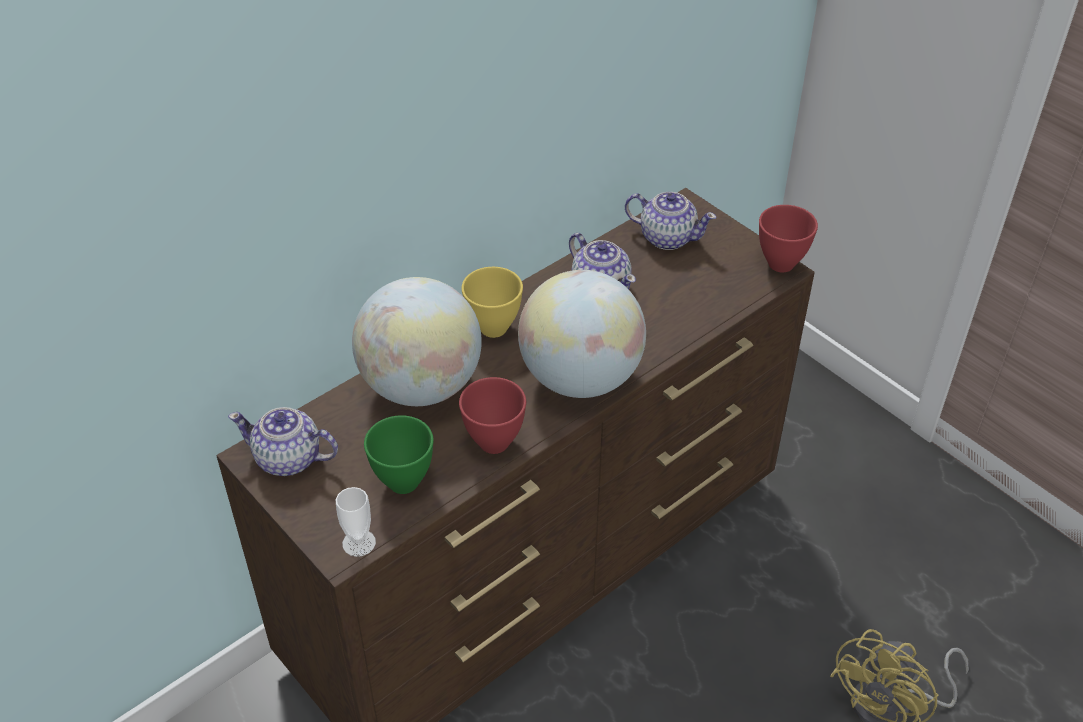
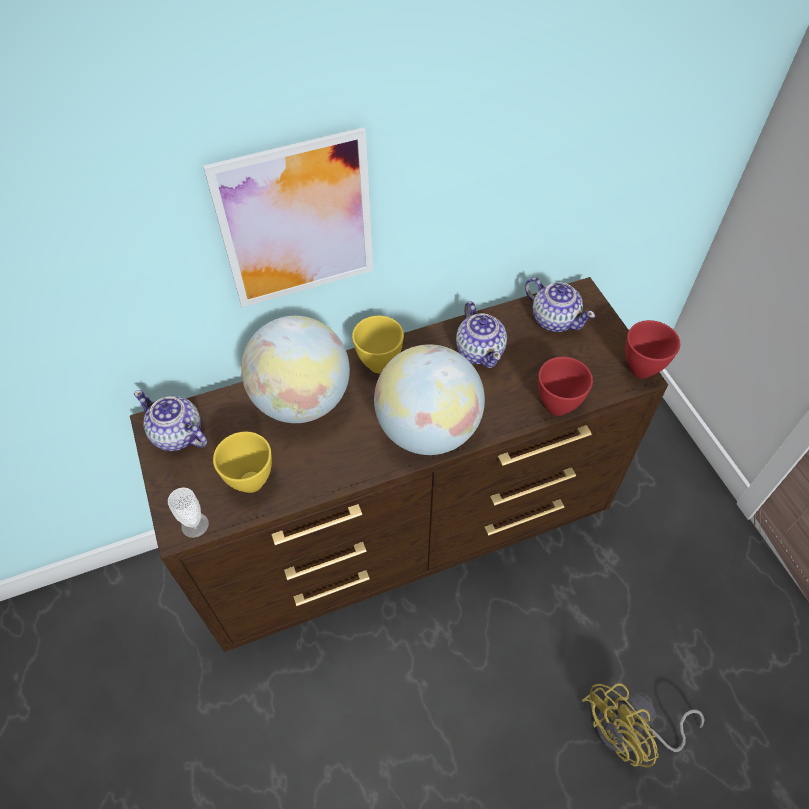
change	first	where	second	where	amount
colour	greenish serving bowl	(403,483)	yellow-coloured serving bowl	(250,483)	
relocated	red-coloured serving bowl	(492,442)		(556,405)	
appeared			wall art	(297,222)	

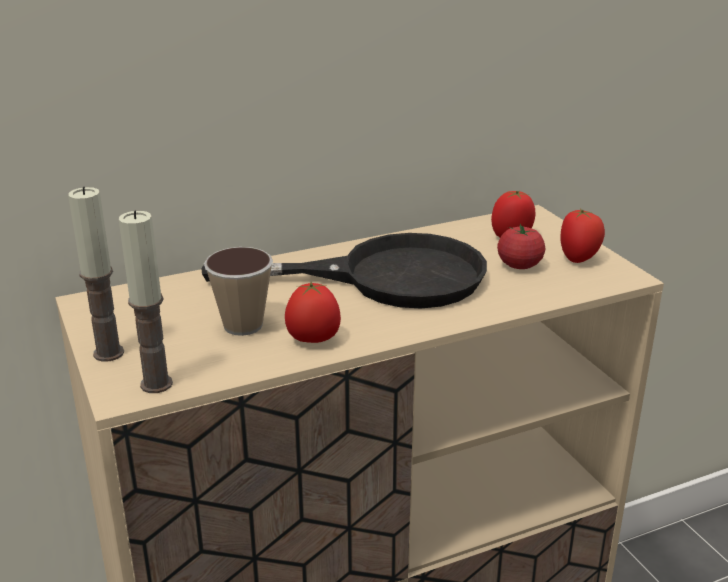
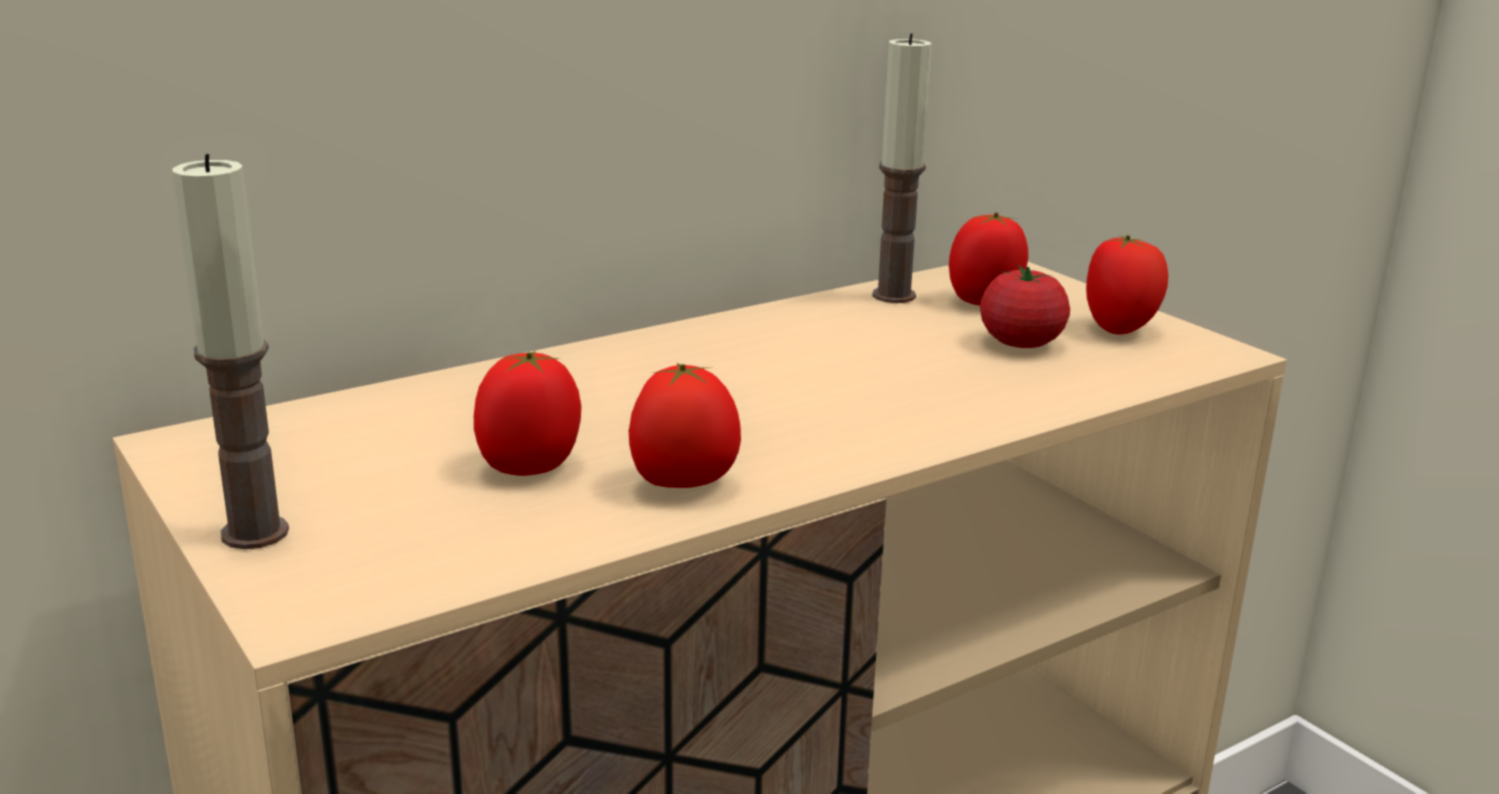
change	first	where	second	where	amount
relocated	wax light	(156,384)		(893,295)	
missing	black pan	(385,277)			
exchanged	small cup	(243,325)	tomato	(530,466)	

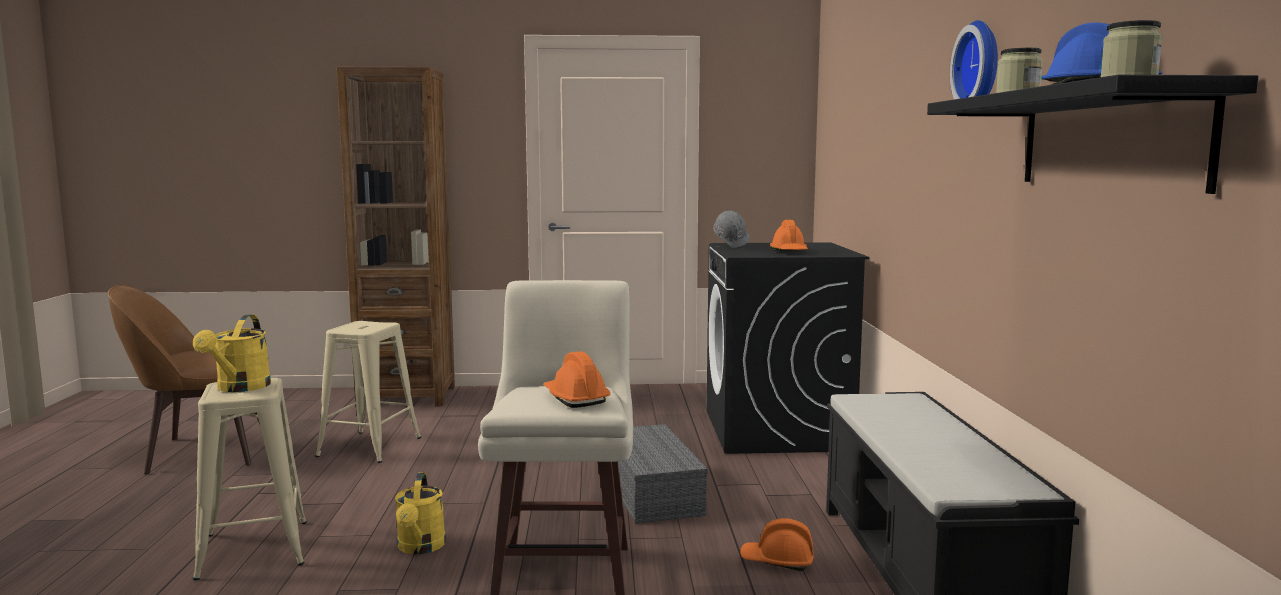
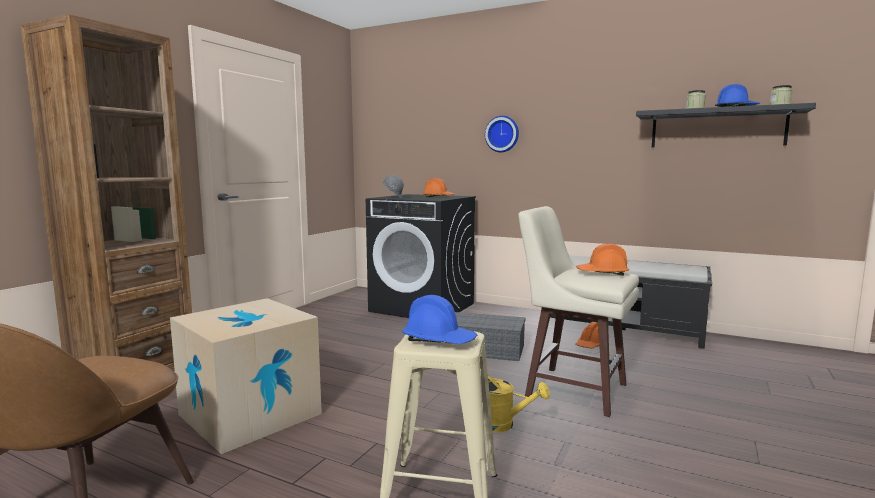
change	first	where	second	where	amount
exchanged	yellow-coloured sprinkling can	(239,388)	bluish safety helmet	(439,340)	
exchanged	sand-coloured sitting stool	(369,447)	carton	(250,414)	
relocated	clock on the wall	(981,66)		(502,134)	

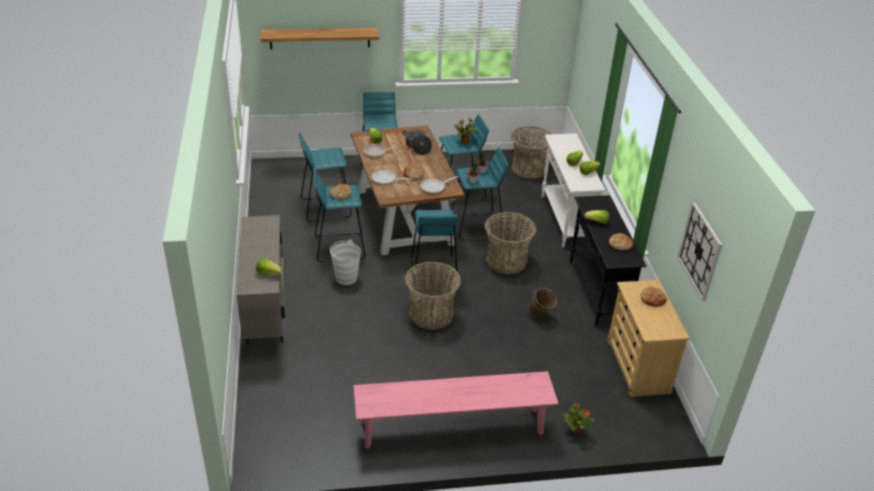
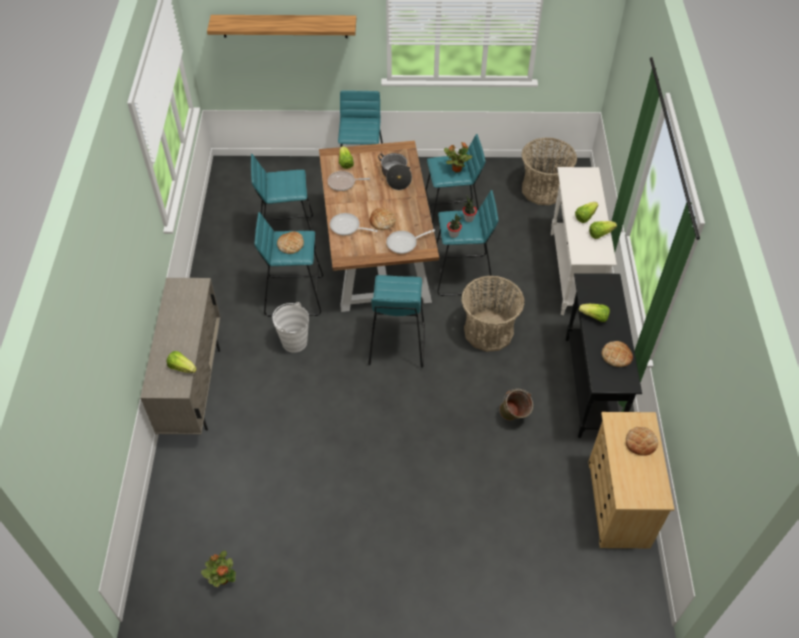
change	first	where	second	where	amount
missing	pink-coloured indoor bench	(452,428)			
missing	household basket	(431,314)			
relocated	potted plant	(575,430)		(223,578)	
missing	clock on the wall	(700,251)			

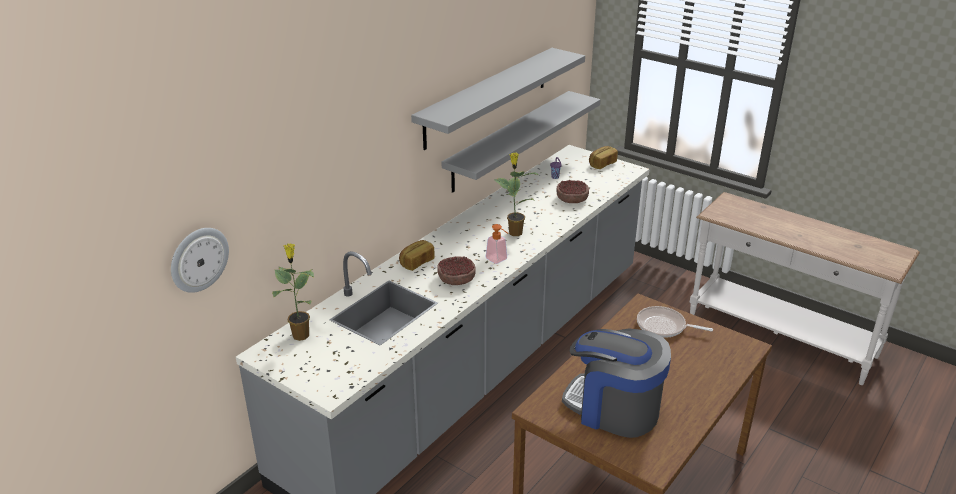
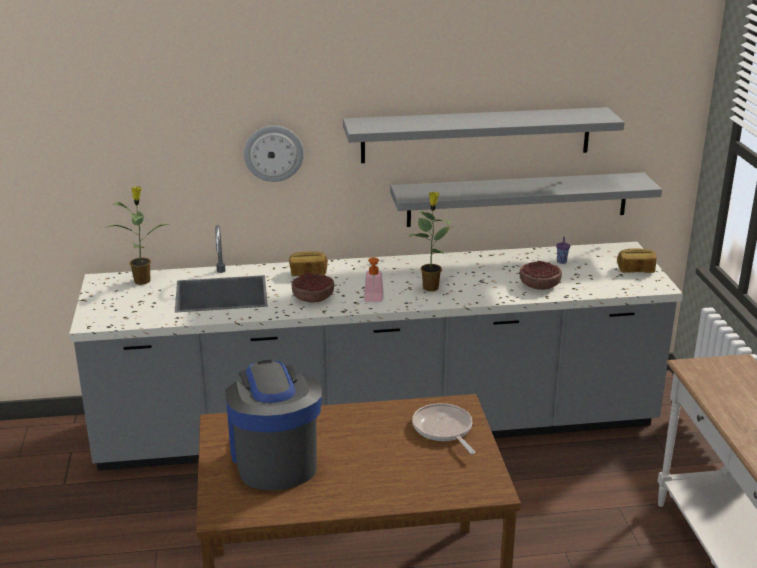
change	first	where	second	where	amount
relocated	clock on the wall	(198,259)		(273,153)	

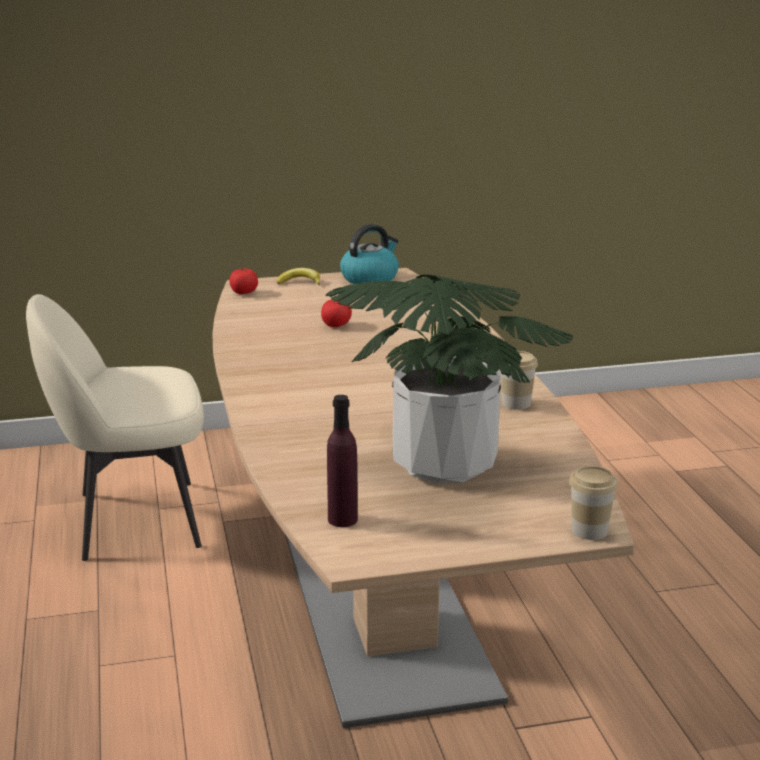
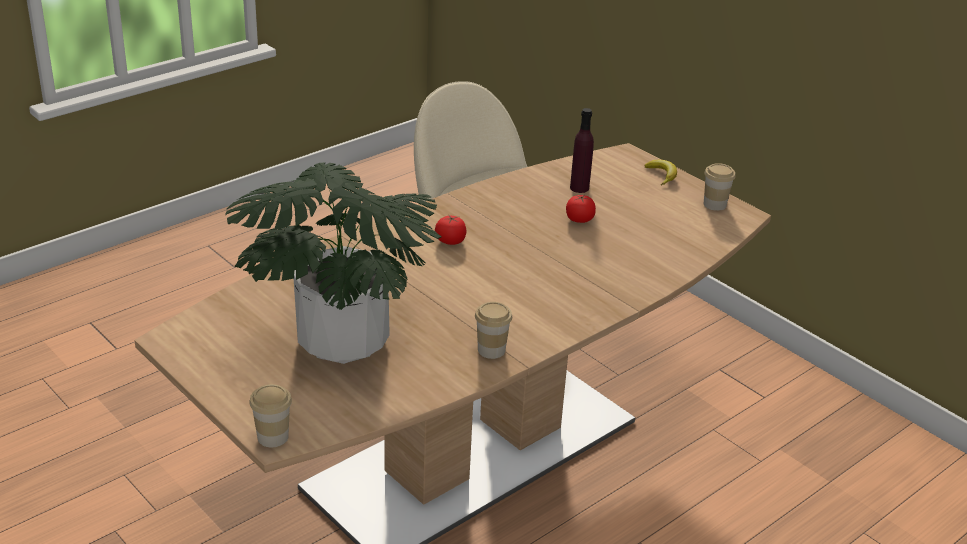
change	first	where	second	where	amount
relocated	tomato	(244,292)		(450,241)	
relocated	purple drink bottle	(342,519)		(579,188)	
exchanged	tea kettle	(370,278)	small cup	(714,204)	

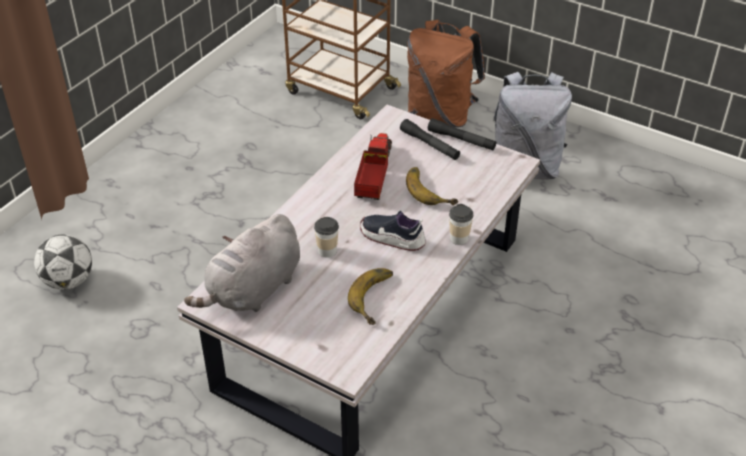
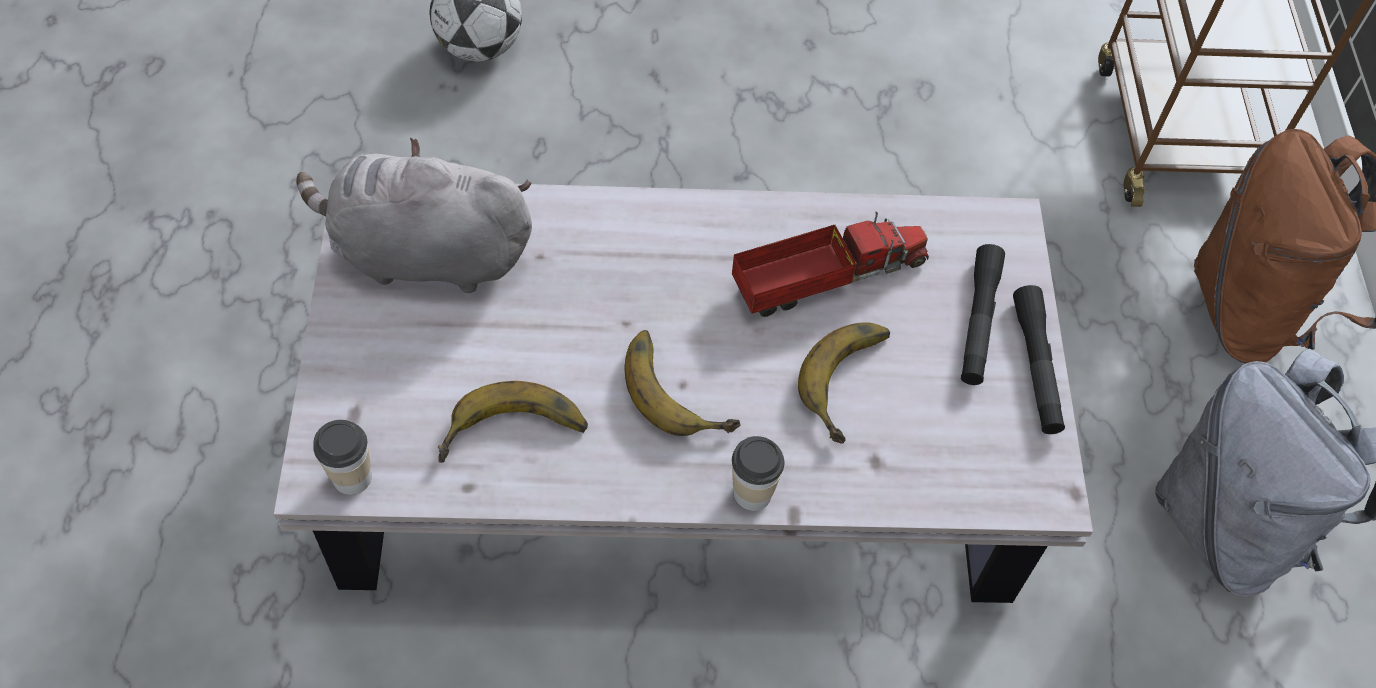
change	first	where	second	where	amount
relocated	small cup	(327,251)		(352,477)	
exchanged	low shoe	(392,238)	banana	(680,386)	

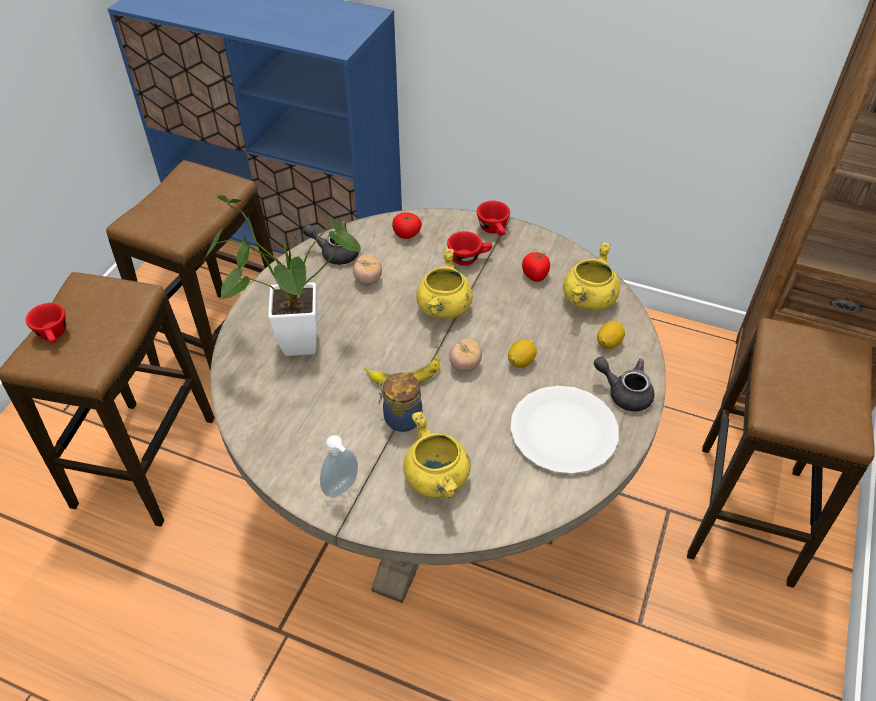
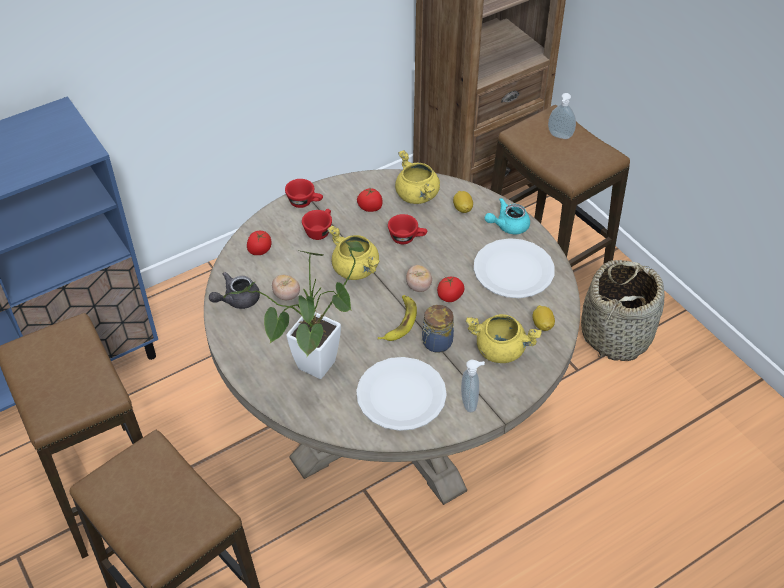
change	first	where	second	where	amount
relocated	red-coloured small cup	(54,335)		(407,238)	
relocated	lemon	(521,361)		(542,325)	
colour	gray pot for tea	(624,392)	turquoise pot for tea	(507,226)	
appeared			whitish plate	(401,395)	
appeared			tomato	(450,296)	
appeared			liquid soap bottle	(559,136)	
appeared			household basket	(616,334)	

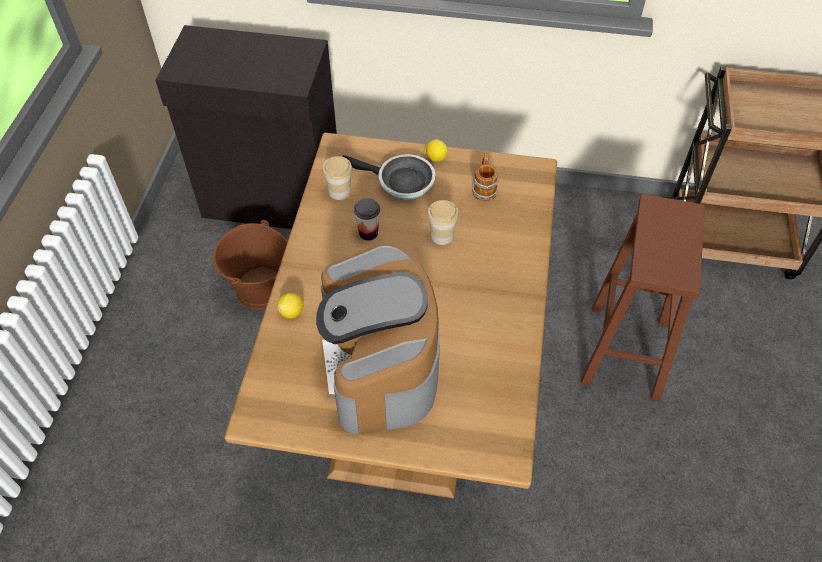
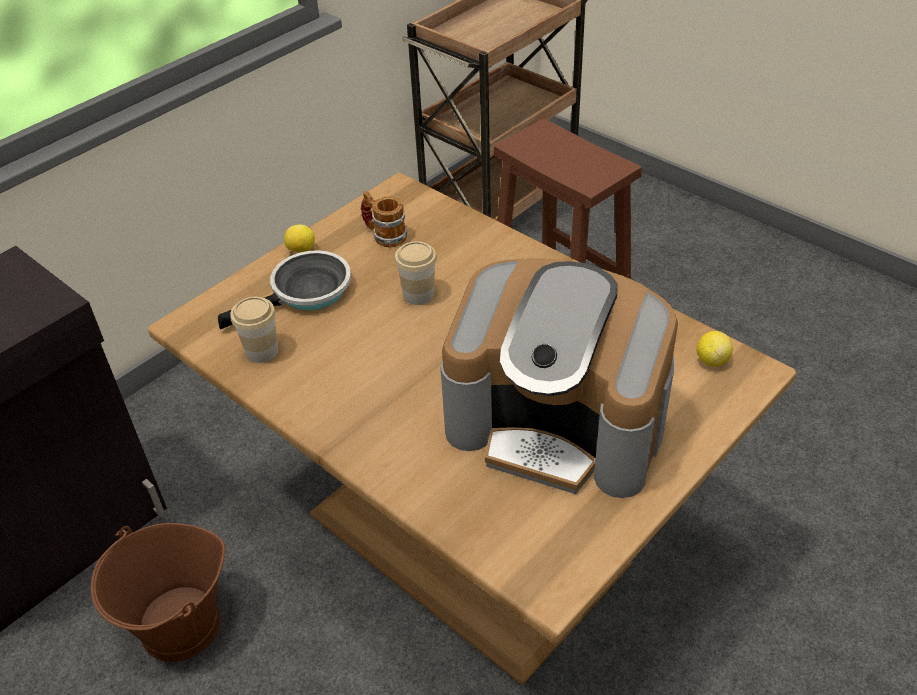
change	first	where	second	where	amount
relocated	lemon	(292,312)		(711,360)	
missing	small cup	(368,233)			

